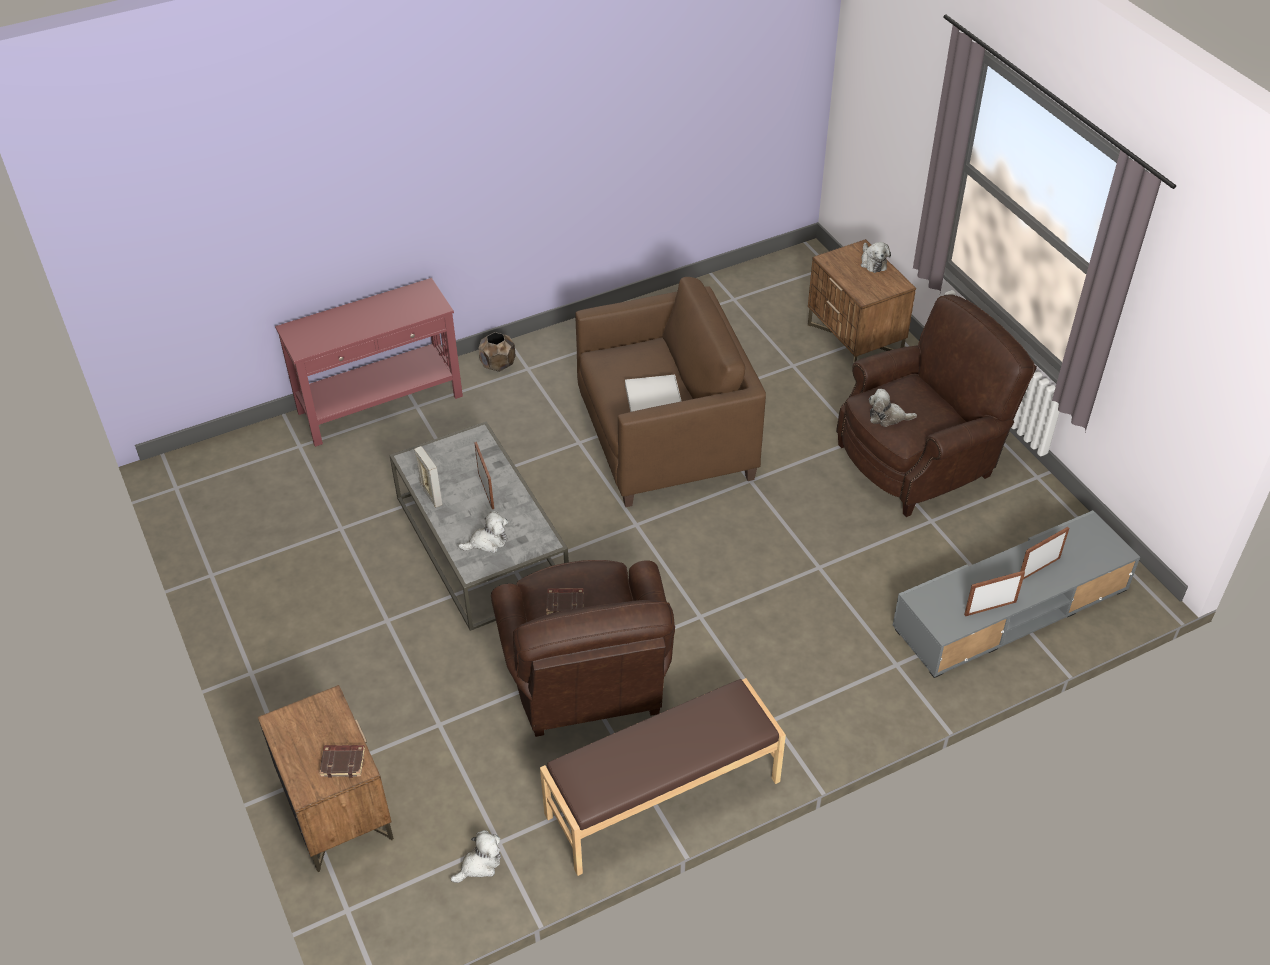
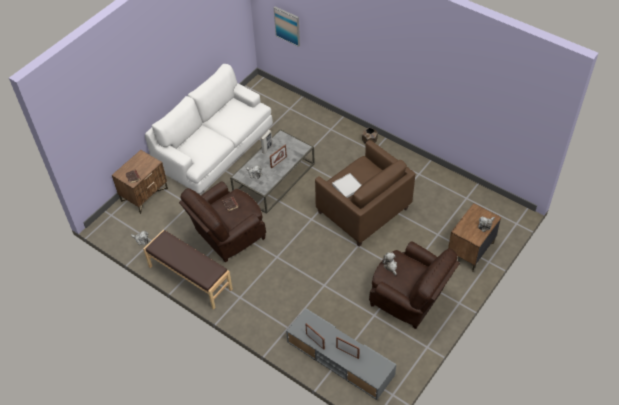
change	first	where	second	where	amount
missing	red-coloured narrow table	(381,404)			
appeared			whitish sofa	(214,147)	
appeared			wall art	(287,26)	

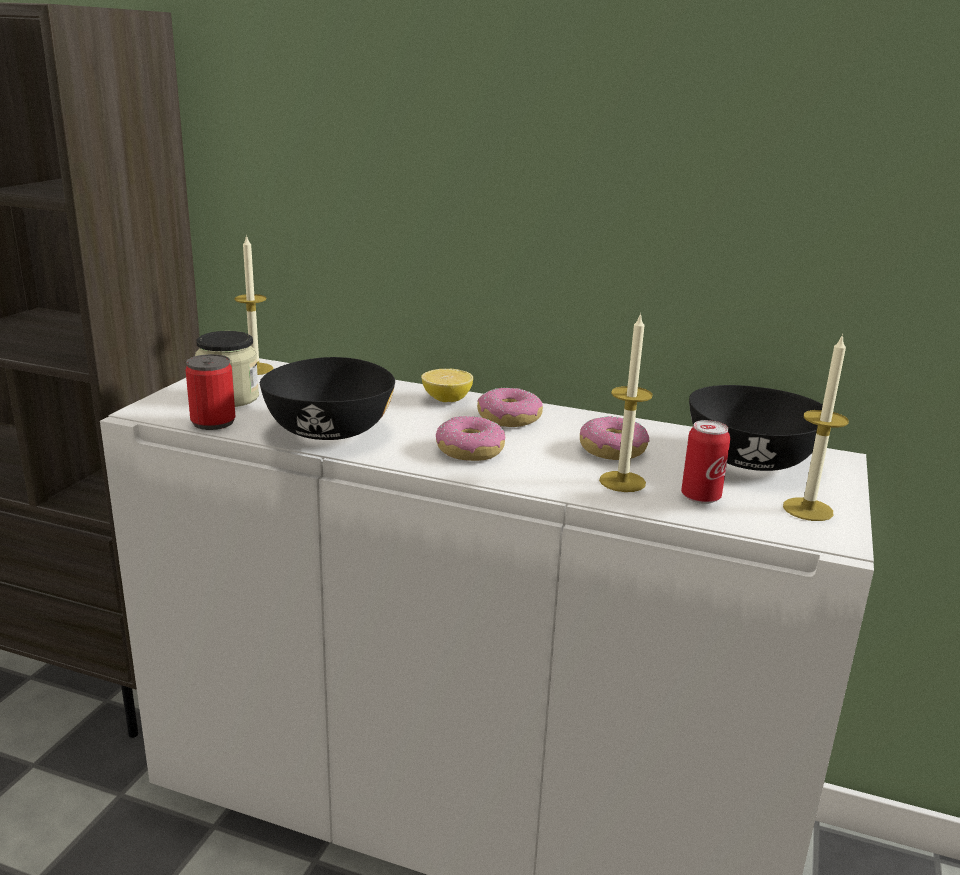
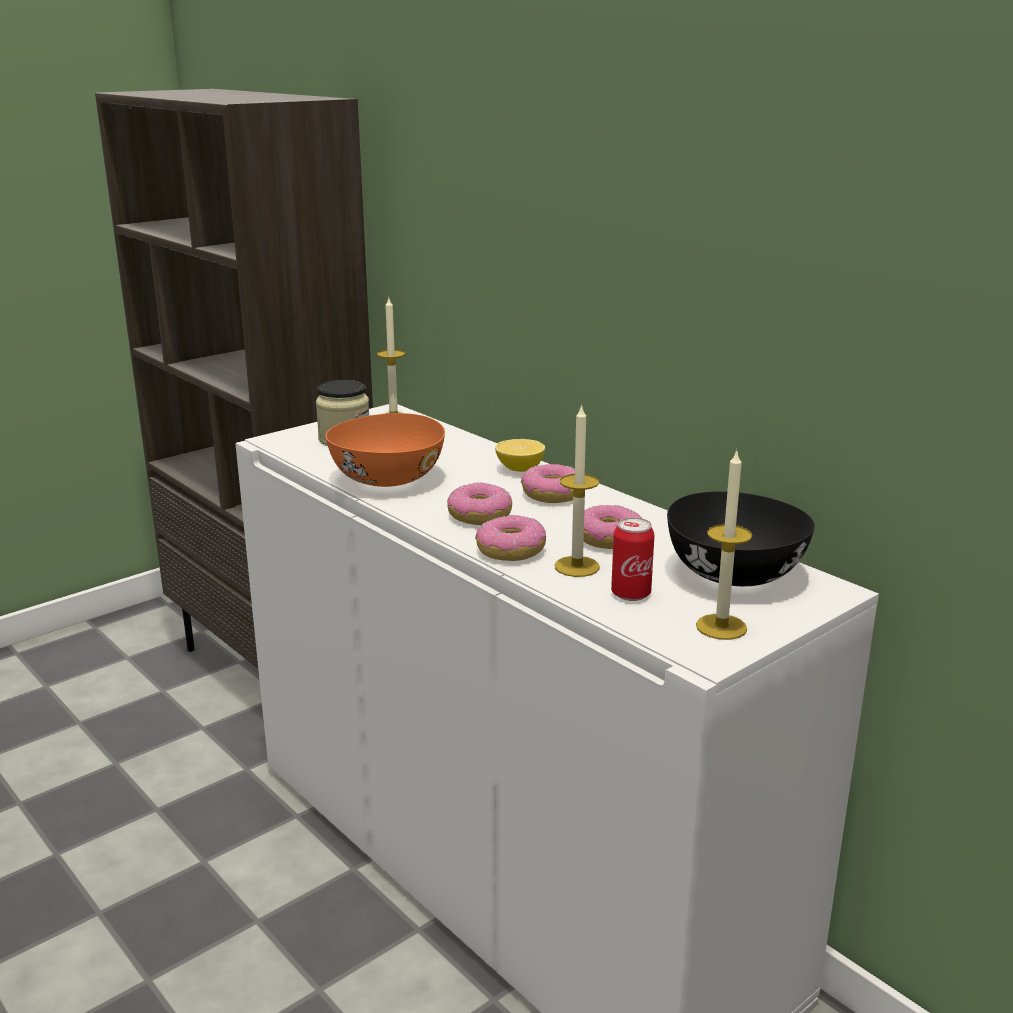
change	first	where	second	where	amount
missing	can	(213,422)			
colour	black serving bowl	(328,430)	orange-coloured serving bowl	(387,478)	
appeared			doughnut	(511,550)	

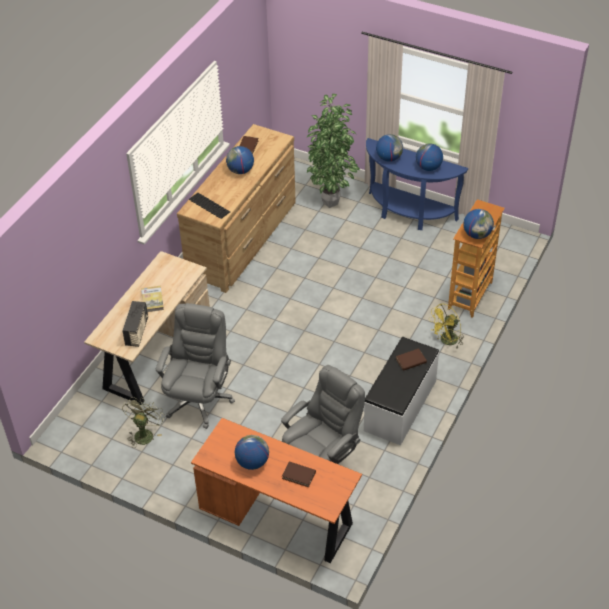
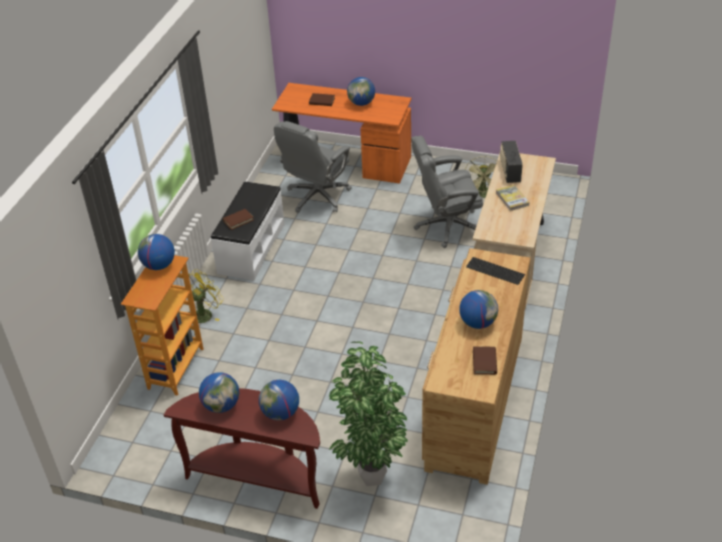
change	first	where	second	where	amount
spun	gray desk chair	(199,399)		(446,226)	75 degrees clockwise
colour	bluish narrow table	(408,213)	brownish narrow table	(258,477)	

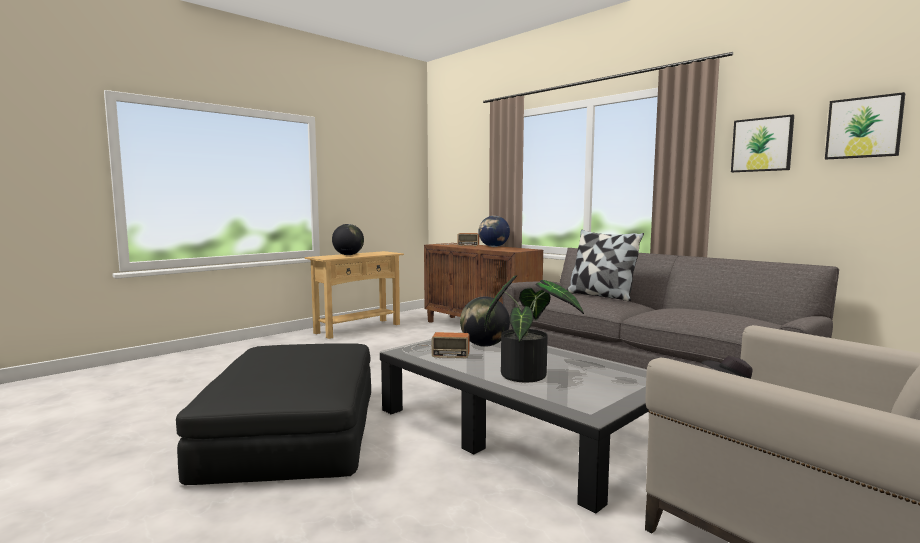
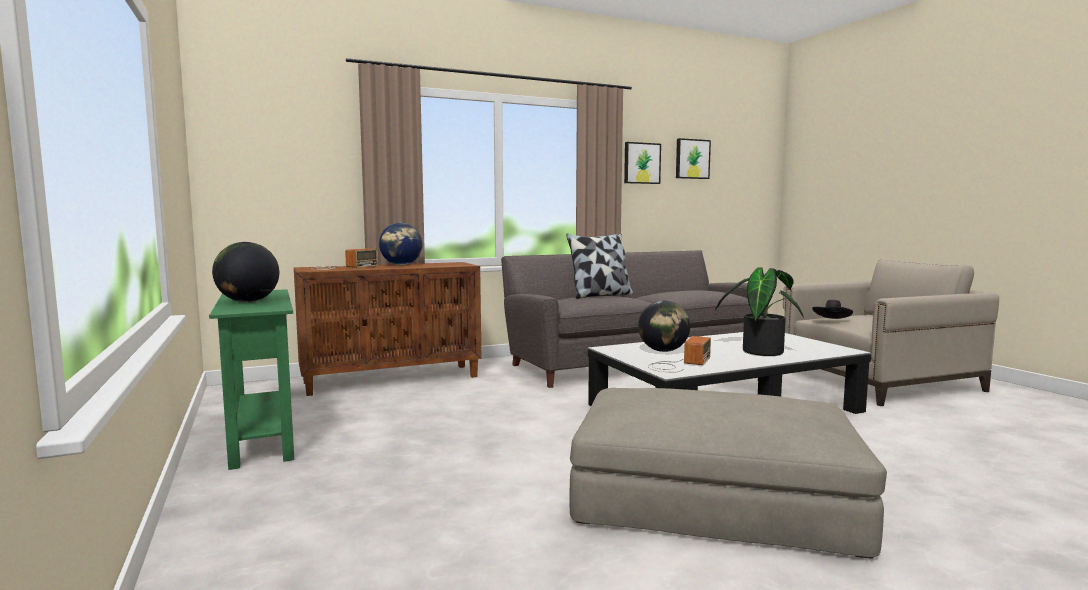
change	first	where	second	where	amount
colour	black ottoman	(292,430)	sand-coloured ottoman	(713,496)	
colour	sand-coloured narrow table	(358,328)	greenish narrow table	(262,436)	

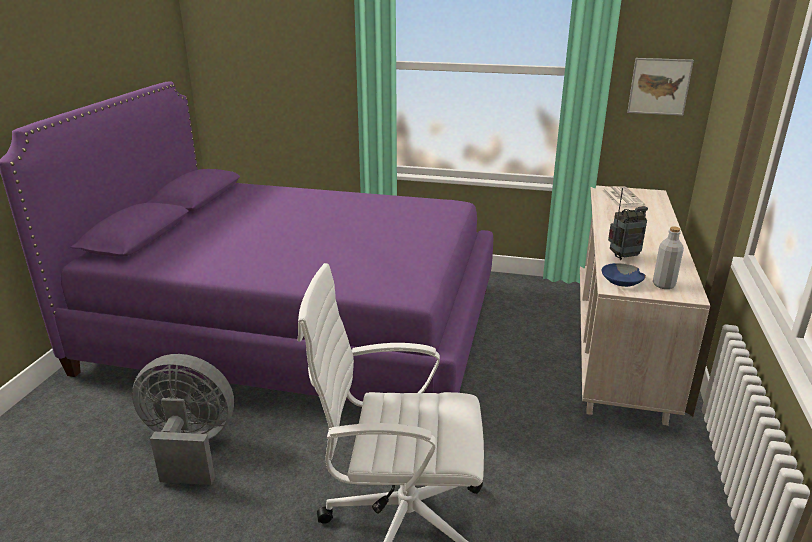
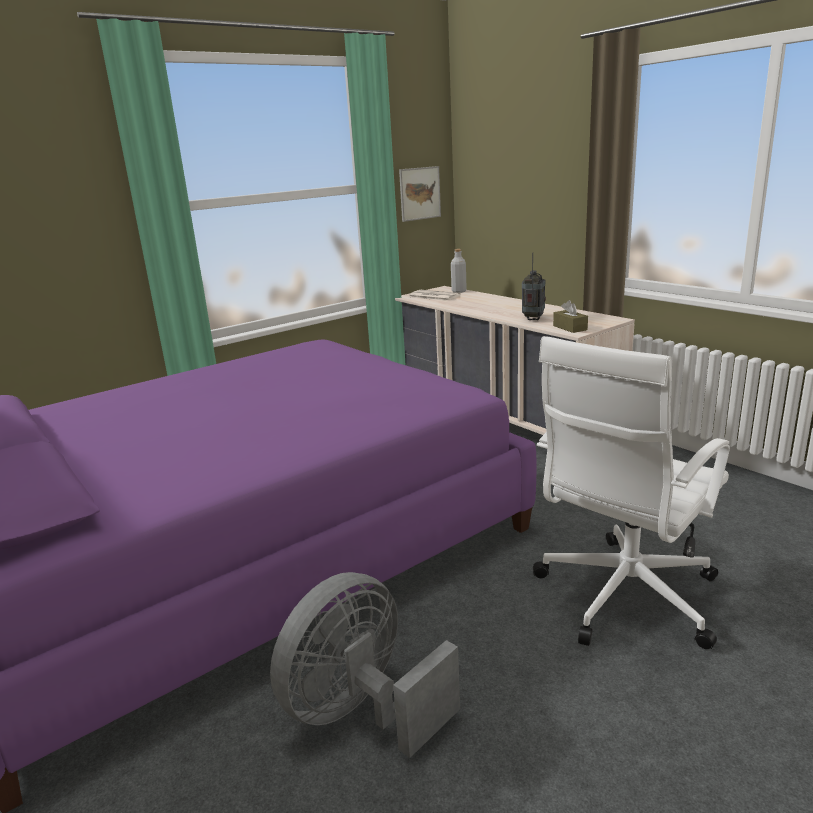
change	first	where	second	where	amount
exchanged	bluish serving bowl	(622,281)	brownish box of tissues	(570,328)	
relocated	gray drink bottle	(663,285)		(459,291)	

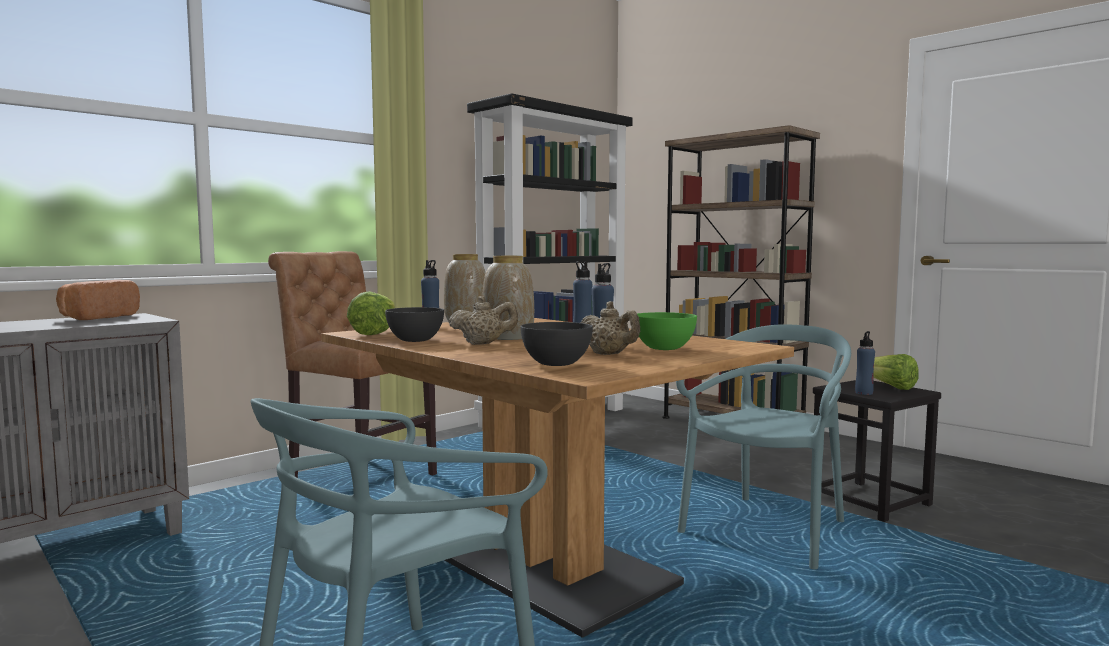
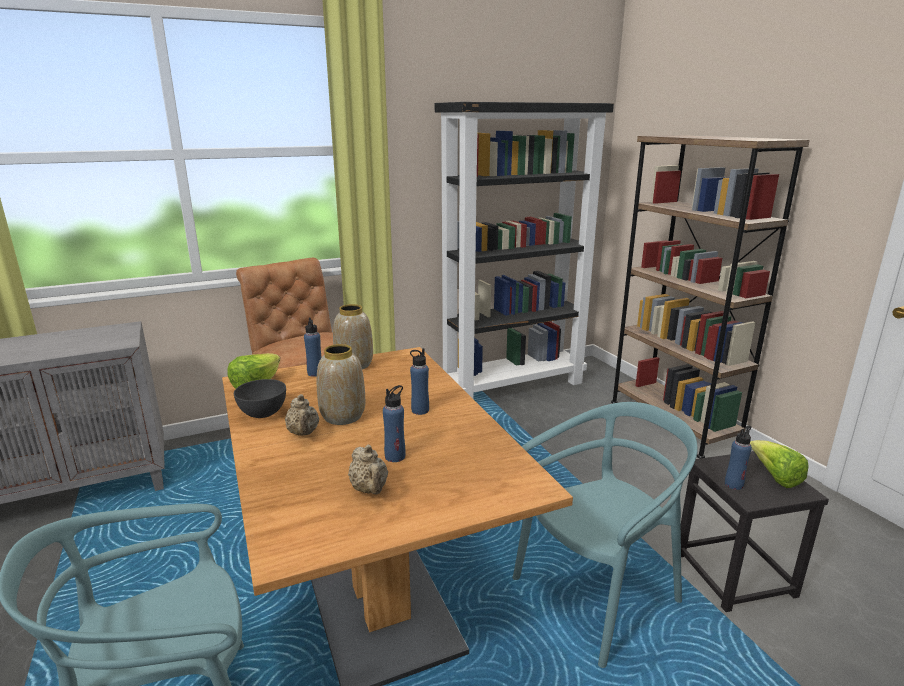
change	first	where	second	where	amount
missing	bread	(96,317)			
spun	sand-coloured pot for tea	(483,344)		(303,433)	60 degrees clockwise
missing	gray serving bowl	(557,364)			
missing	greenish serving bowl	(664,348)			

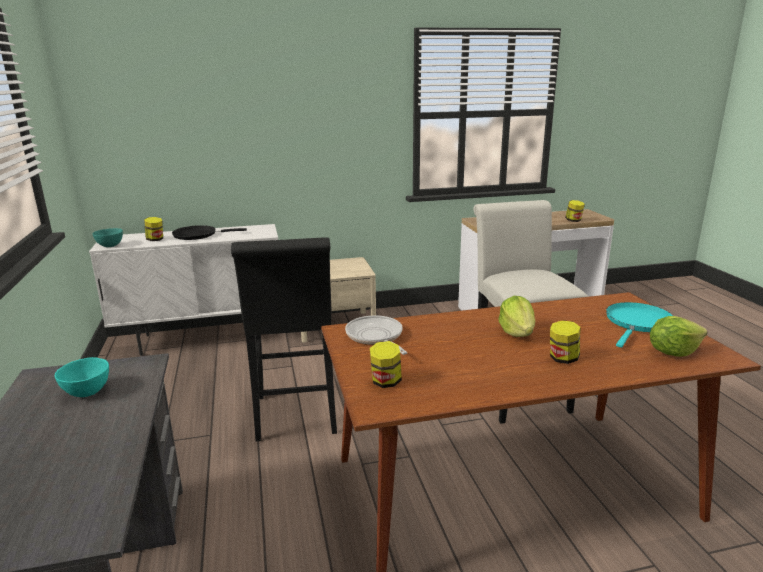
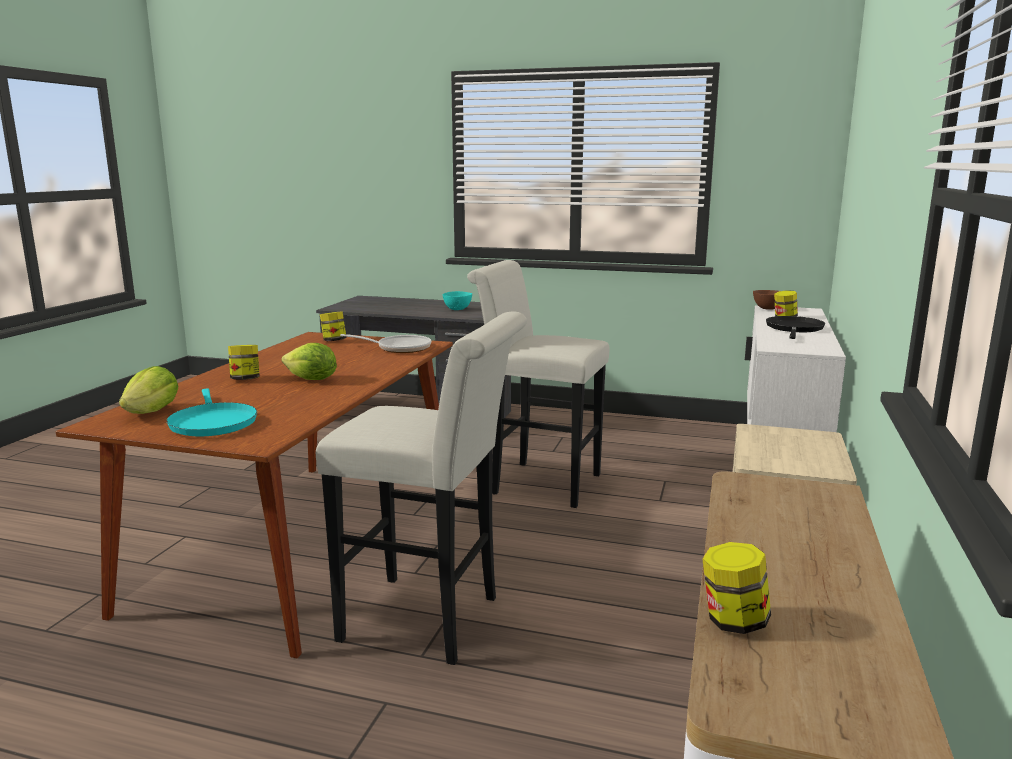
change	first	where	second	where	amount
colour	turquoise serving bowl	(110,246)	brownish serving bowl	(767,309)	
colour	black sitting stool	(296,419)	whitish sitting stool	(538,483)	

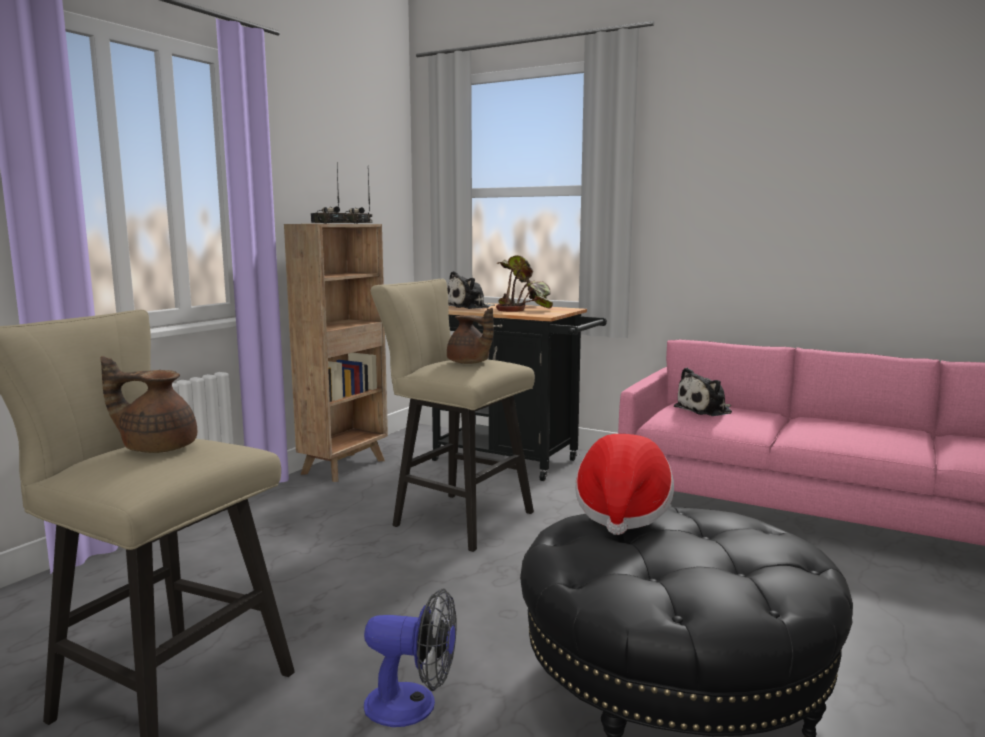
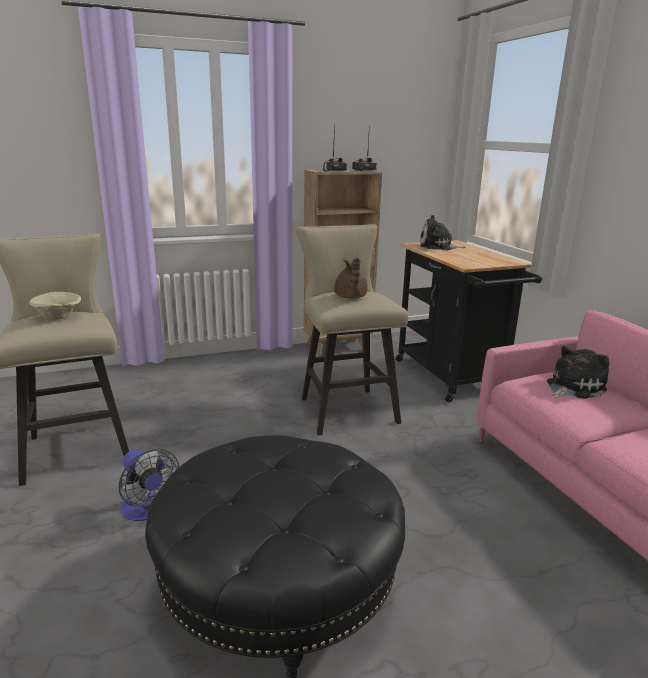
change	first	where	second	where	amount
exchanged	brownish pot for tea	(157,447)	sand-coloured serving bowl	(59,317)	
missing	potted plant	(523,308)			
missing	hat	(622,513)			
spun	cuddly toy	(705,410)		(572,387)	135 degrees clockwise

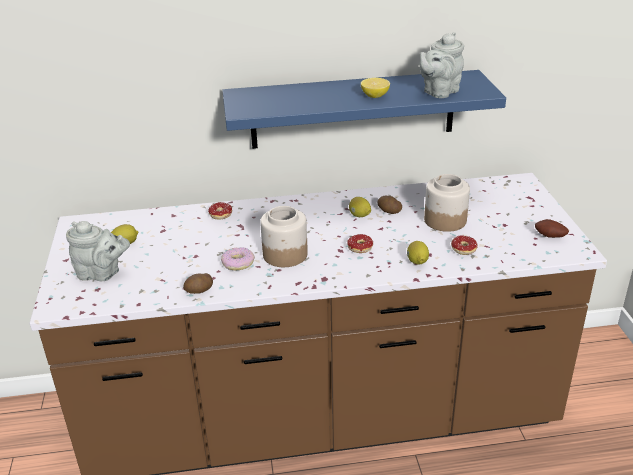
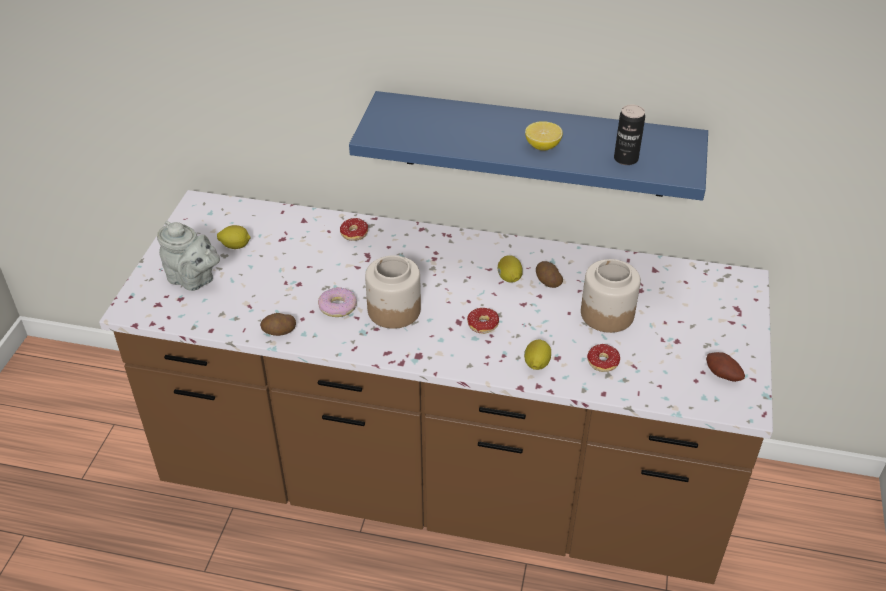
change	first	where	second	where	amount
exchanged	gray pot for tea	(439,92)	can	(626,159)	

